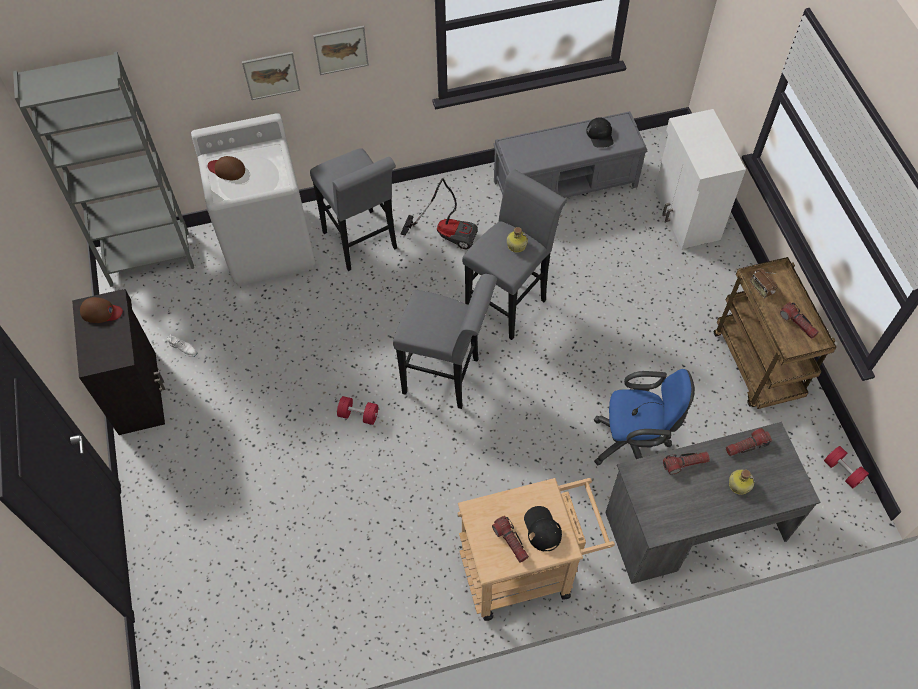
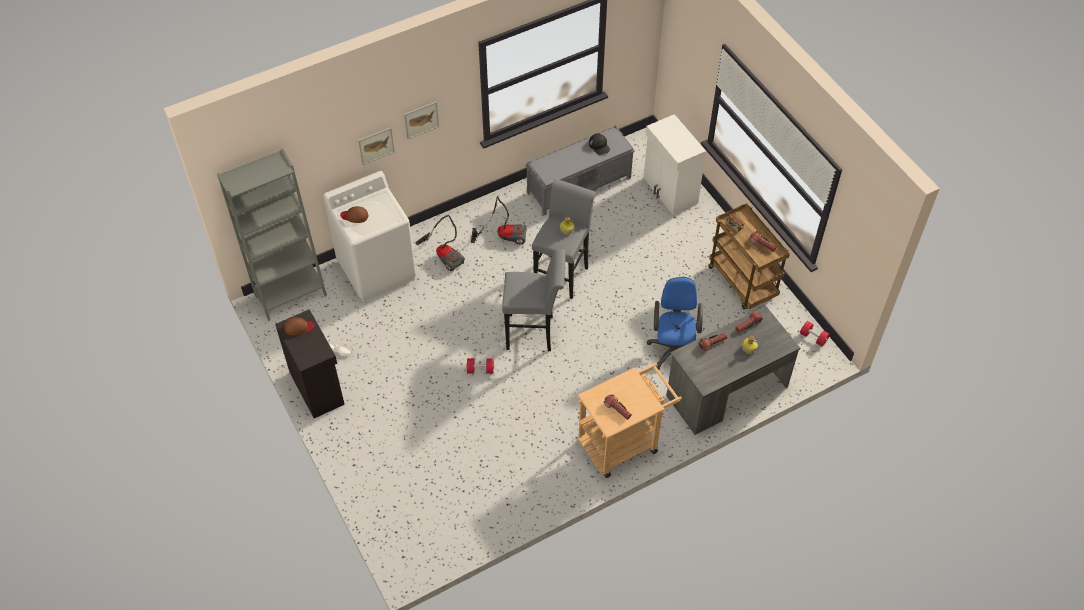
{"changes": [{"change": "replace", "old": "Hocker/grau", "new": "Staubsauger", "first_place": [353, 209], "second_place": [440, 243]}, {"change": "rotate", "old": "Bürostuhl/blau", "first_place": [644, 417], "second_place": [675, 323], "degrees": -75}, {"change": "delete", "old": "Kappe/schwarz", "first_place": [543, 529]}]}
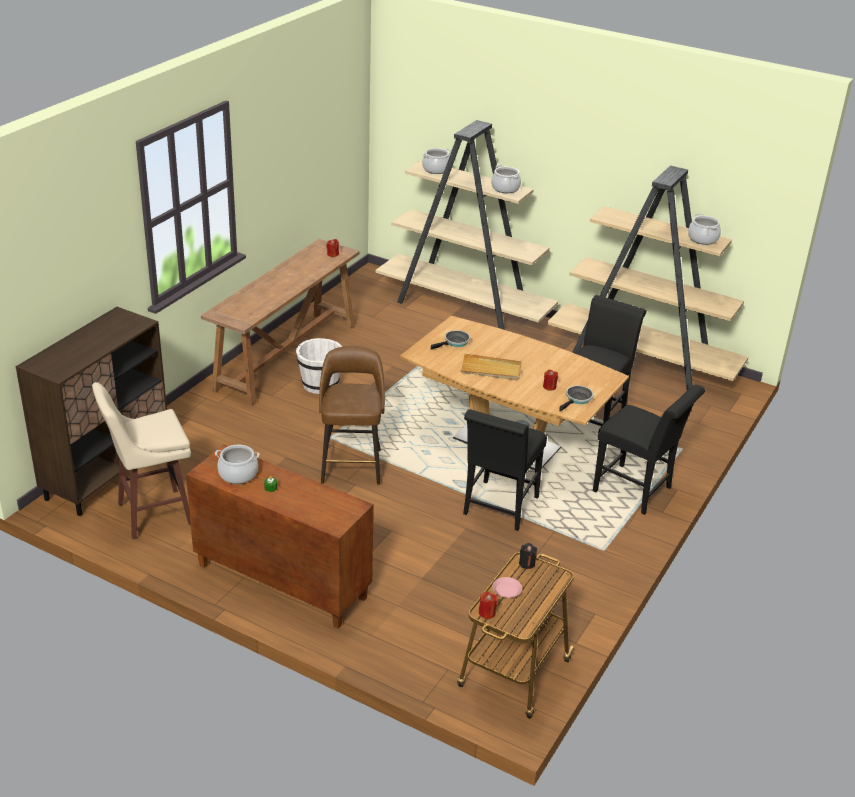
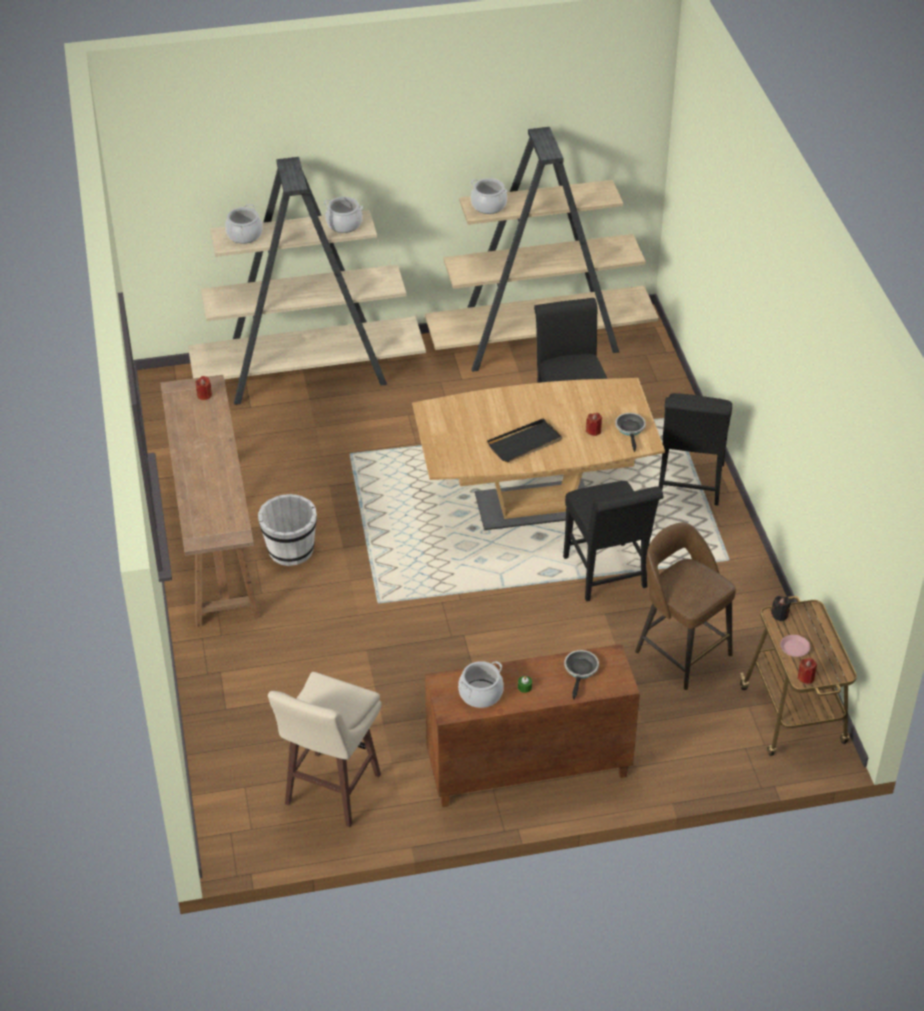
{"changes": [{"change": "move", "old": "Kochtopf", "first_place": [704, 229], "second_place": [489, 196]}, {"change": "recolor", "old": "Tablett/beige", "new": "Tablett/schwarz", "first_place": [490, 367], "second_place": [524, 441]}, {"change": "move", "old": "Pfanne", "first_place": [450, 339], "second_place": [581, 675]}, {"change": "move", "old": "Hocker/braun", "first_place": [352, 415], "second_place": [685, 606]}, {"change": "rotate", "old": "Stuhl/schwarz", "first_place": [649, 450], "second_place": [695, 449], "degrees": 105}, {"change": "delete", "old": "Schrank/braun", "first_place": [91, 411]}]}
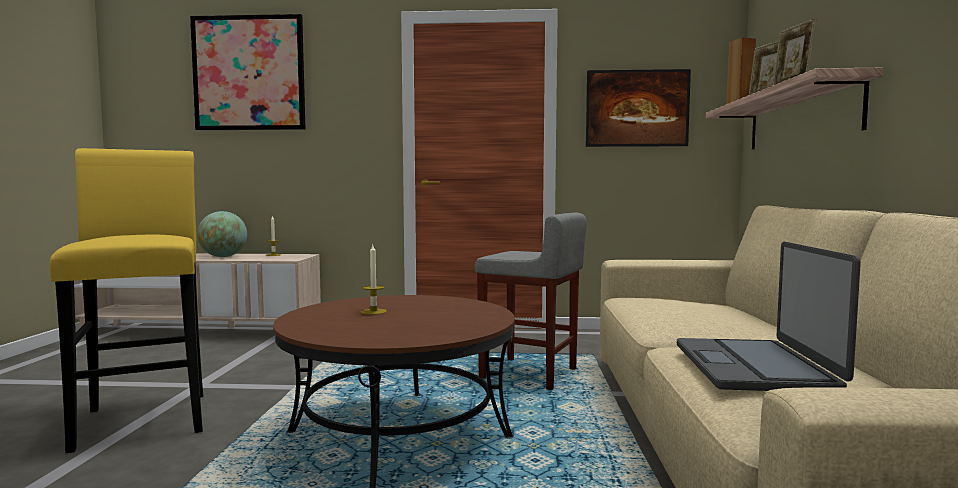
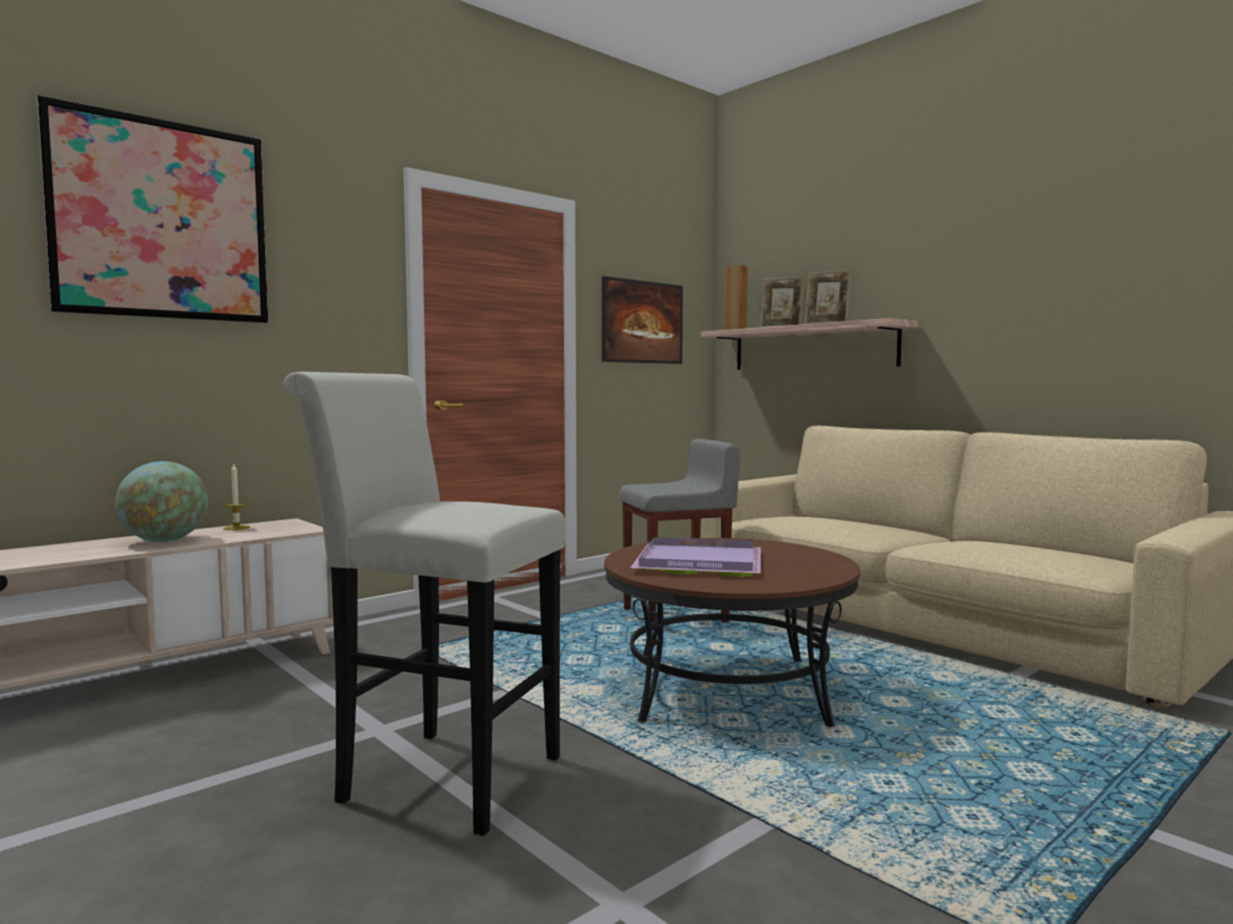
{"changes": [{"change": "recolor", "old": "Hocker/gelb", "new": "Hocker/weiß", "first_place": [126, 300], "second_place": [424, 604]}, {"change": "replace", "old": "Kerze", "new": "Tablett/lila", "first_place": [374, 280], "second_place": [695, 557]}, {"change": "delete", "old": "Laptop", "first_place": [769, 316]}]}
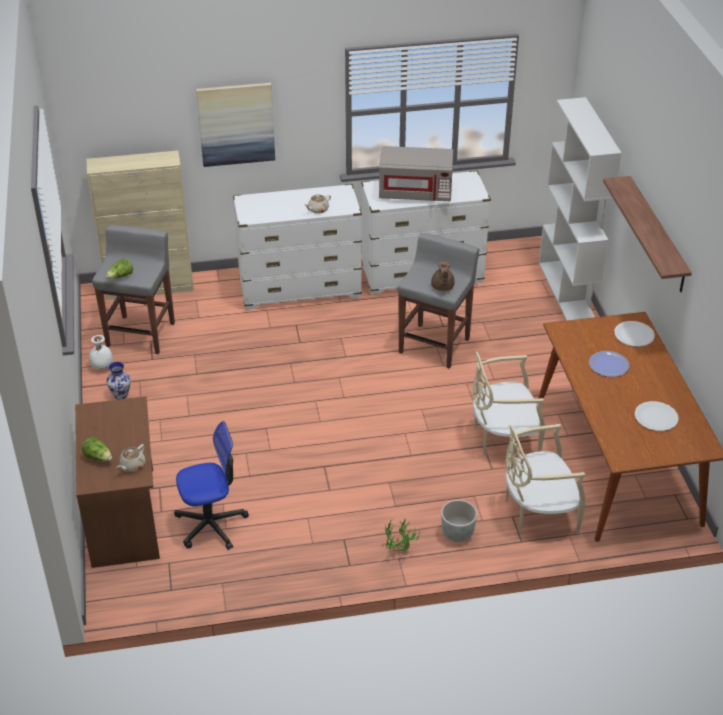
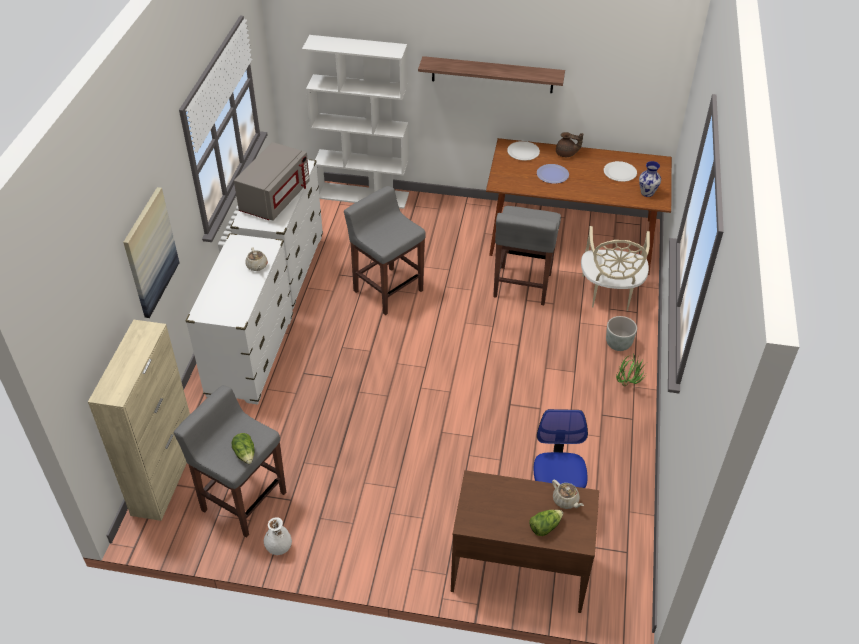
{"changes": [{"change": "replace", "old": "Stuhl/beige", "new": "Hocker/grau", "first_place": [509, 404], "second_place": [527, 255]}, {"change": "move", "old": "Teekanne/braun", "first_place": [443, 276], "second_place": [569, 144]}, {"change": "move", "old": "Vase", "first_place": [118, 381], "second_place": [650, 179]}]}
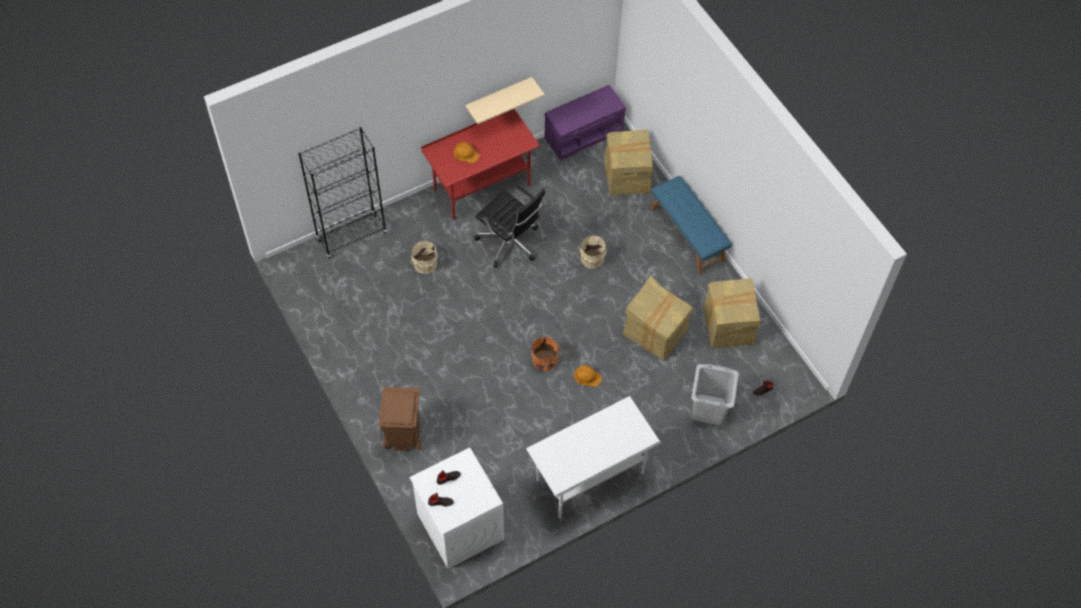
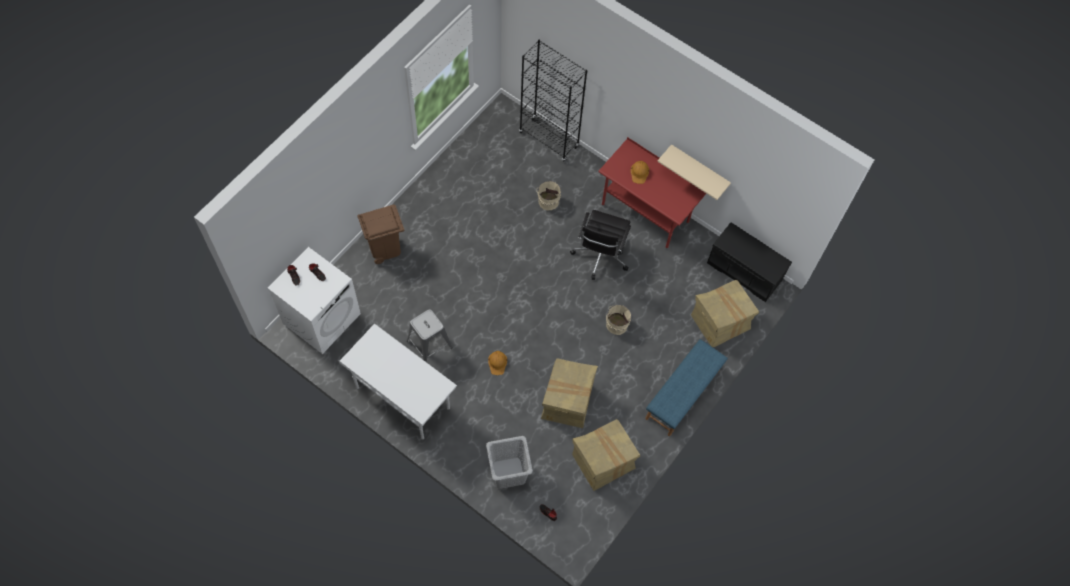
{"changes": [{"change": "insert", "new": "Hocker/grau", "second_place": [430, 335]}, {"change": "recolor", "old": "Bank/lila", "new": "Bank/schwarz", "first_place": [585, 123], "second_place": [749, 262]}, {"change": "delete", "old": "Eimer/orange", "first_place": [545, 354]}]}
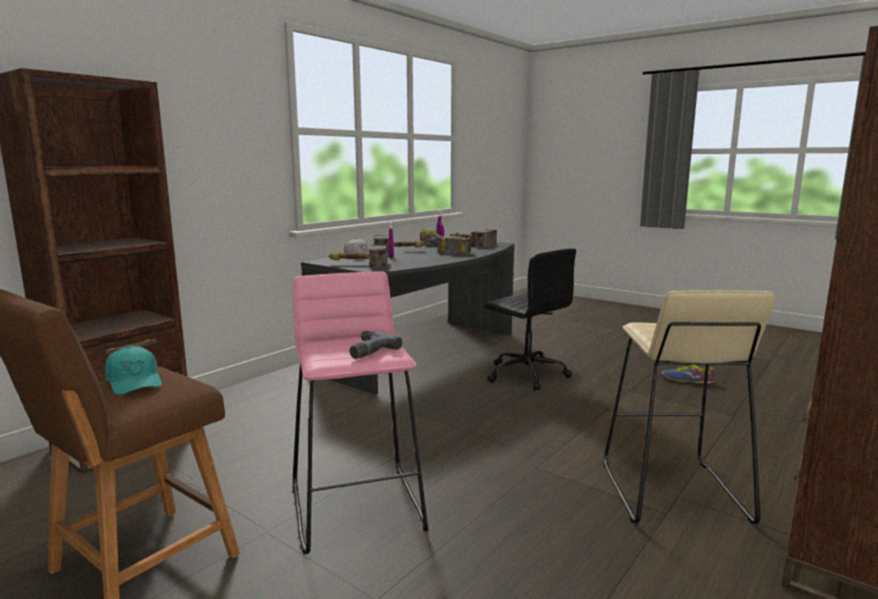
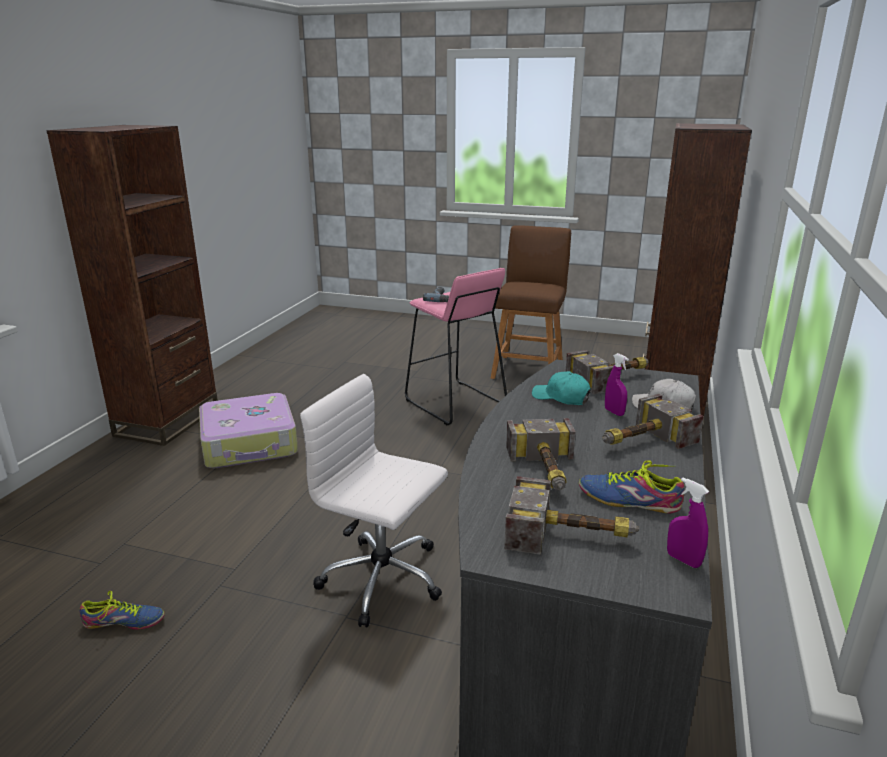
{"changes": [{"change": "replace", "old": "Hocker/beige", "new": "Koffer", "first_place": [689, 407], "second_place": [248, 430]}, {"change": "recolor", "old": "Bürostuhl/schwarz", "new": "Bürostuhl/weiß", "first_place": [530, 319], "second_place": [374, 501]}, {"change": "move", "old": "Kappe/türkis", "first_place": [133, 370], "second_place": [561, 388]}]}
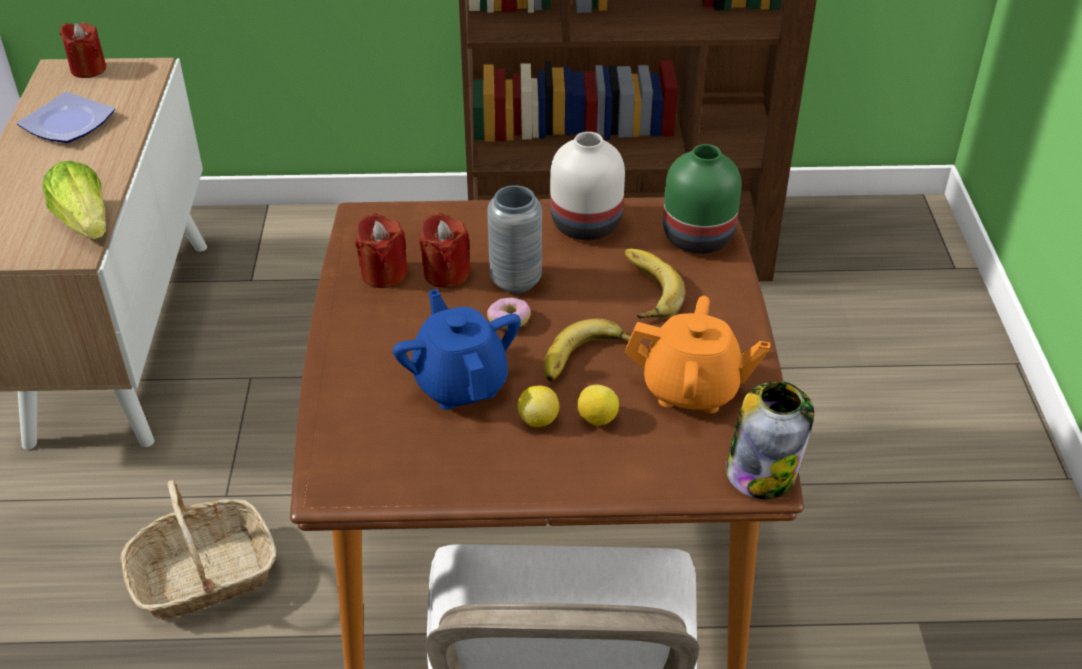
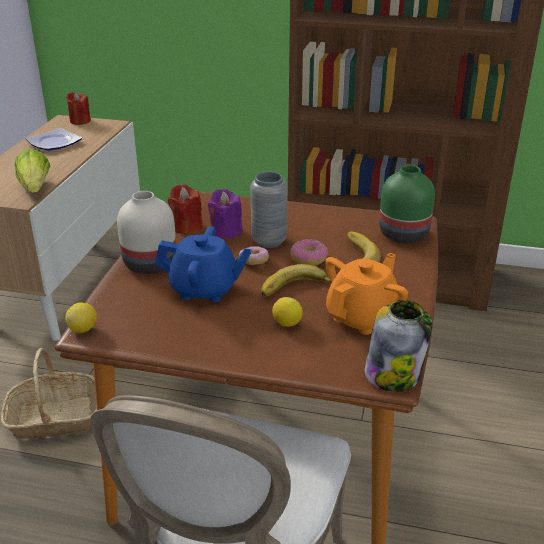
{"changes": [{"change": "move", "old": "Zitrone", "first_place": [538, 406], "second_place": [81, 318]}, {"change": "move", "old": "Vase/weiß", "first_place": [587, 186], "second_place": [146, 232]}, {"change": "rotate", "old": "Teekanne/blau", "first_place": [457, 349], "second_place": [203, 265], "degrees": 105}, {"change": "recolor", "old": "Kerze/rot", "new": "Kerze/lila", "first_place": [445, 250], "second_place": [225, 214]}, {"change": "insert", "new": "Donut", "second_place": [309, 252]}, {"change": "rotate", "old": "Teekanne/orange", "first_place": [697, 354], "second_place": [366, 294], "degrees": -75}]}
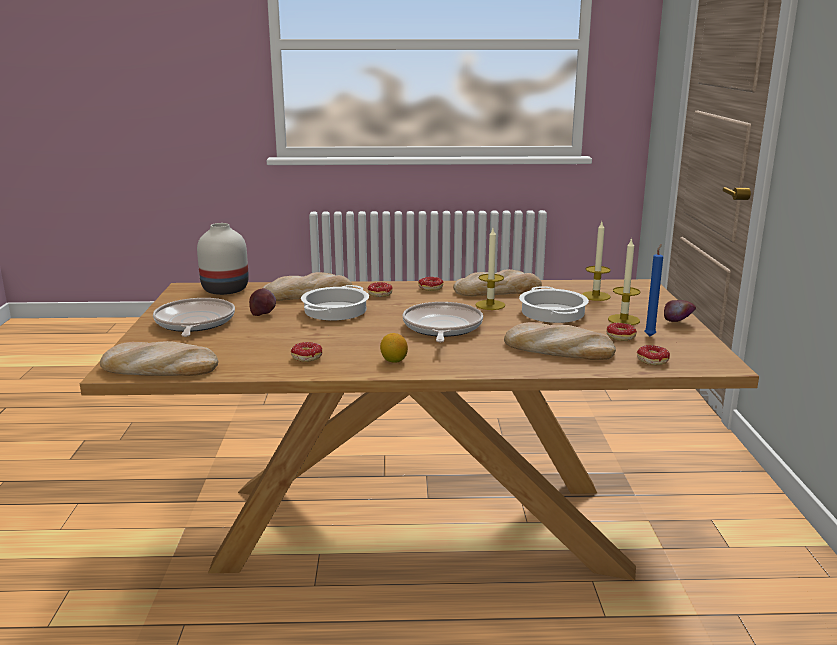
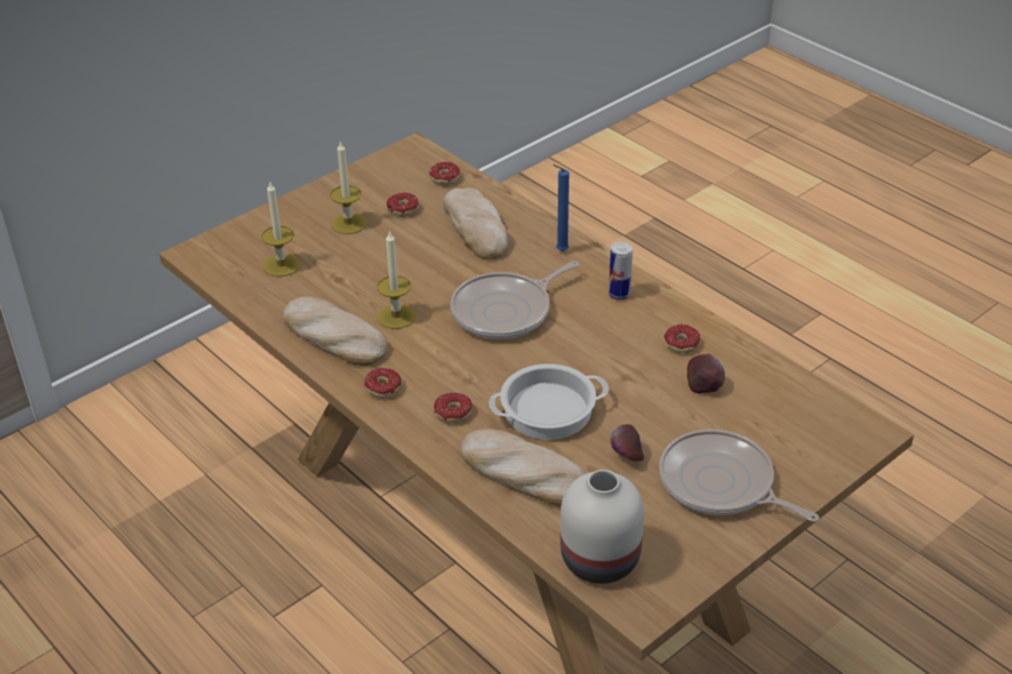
{"changes": [{"change": "move", "old": "Kerze/blau", "first_place": [653, 290], "second_place": [561, 207]}, {"change": "replace", "old": "Zitrone", "new": "Dose", "first_place": [394, 348], "second_place": [621, 271]}, {"change": "rotate", "old": "Pfanne", "first_place": [194, 317], "second_place": [739, 475], "degrees": 90}, {"change": "move", "old": "Apfel", "first_place": [680, 311], "second_place": [706, 374]}, {"change": "delete", "old": "Brot", "first_place": [159, 358]}, {"change": "delete", "old": "Kochtopf", "first_place": [554, 304]}]}
